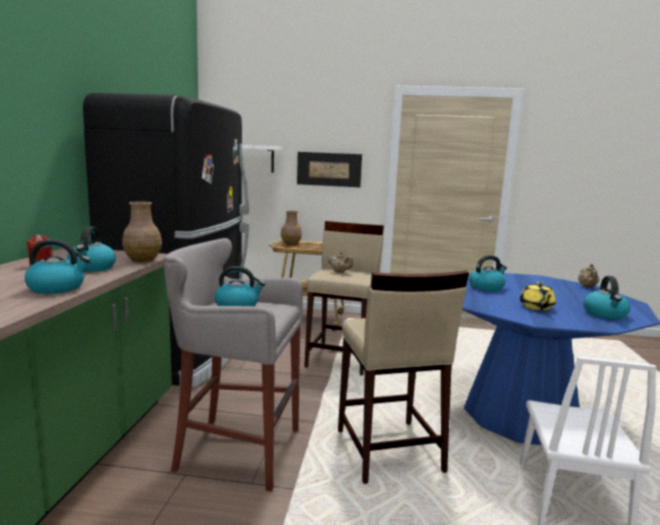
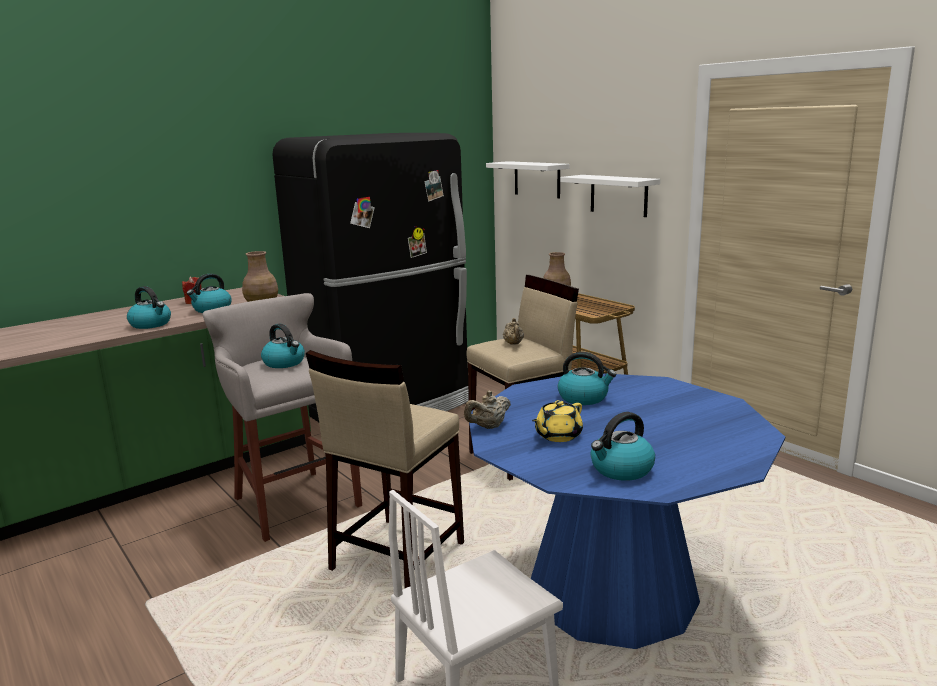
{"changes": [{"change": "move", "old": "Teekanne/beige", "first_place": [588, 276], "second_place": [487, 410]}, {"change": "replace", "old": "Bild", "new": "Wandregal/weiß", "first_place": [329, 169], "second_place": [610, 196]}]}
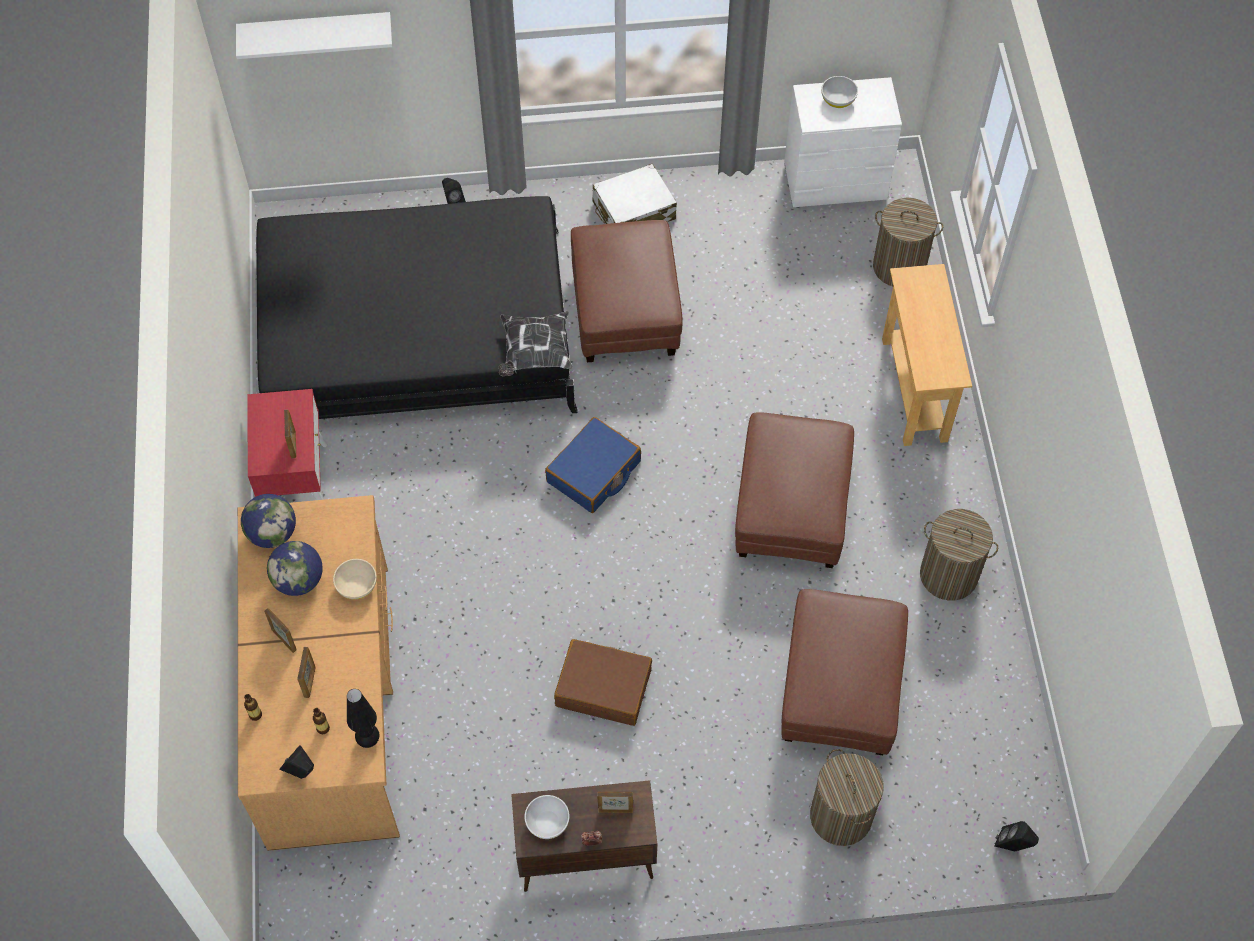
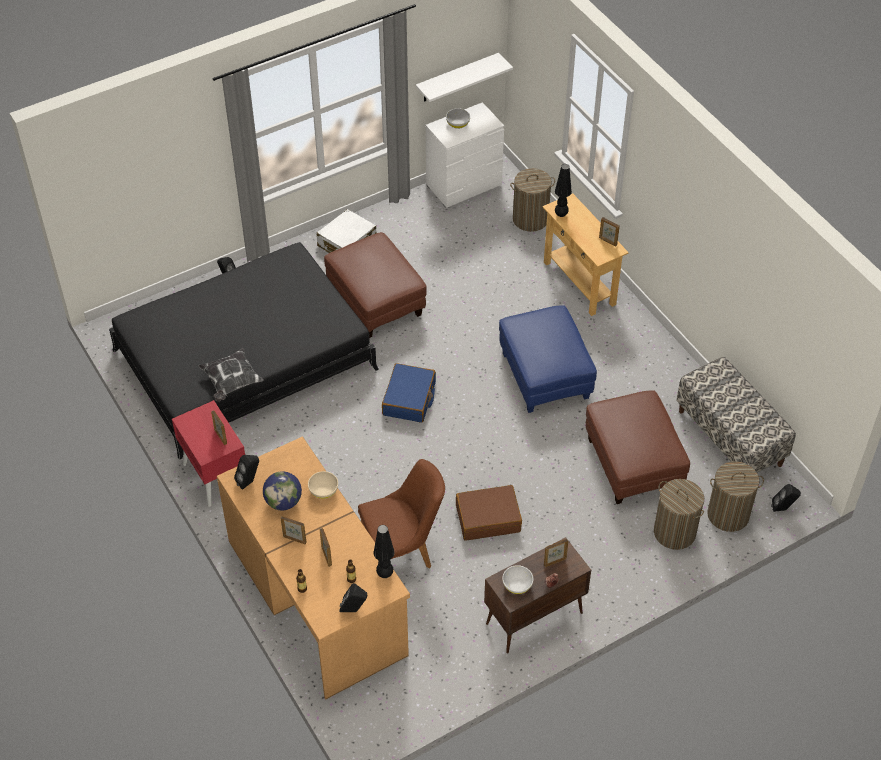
{"changes": [{"change": "move", "old": "Kissen", "first_place": [536, 343], "second_place": [231, 374]}, {"change": "replace", "old": "Globus", "new": "Lautsprecher/schwarz", "first_place": [268, 521], "second_place": [246, 472]}, {"change": "insert", "new": "Stuhl/braun", "second_place": [401, 513]}, {"change": "move", "old": "Wandregal/weiß", "first_place": [314, 35], "second_place": [464, 77]}, {"change": "recolor", "old": "Polsterhocker/braun", "new": "Polsterhocker/blau", "first_place": [794, 490], "second_place": [548, 359]}, {"change": "insert", "new": "Tischlampe/schwarz", "second_place": [563, 190]}, {"change": "insert", "new": "Bilderrahmen", "second_place": [609, 232]}, {"change": "insert", "new": "Bank", "second_place": [736, 415]}, {"change": "move", "old": "Wäschekorb", "first_place": [959, 555], "second_place": [735, 496]}]}
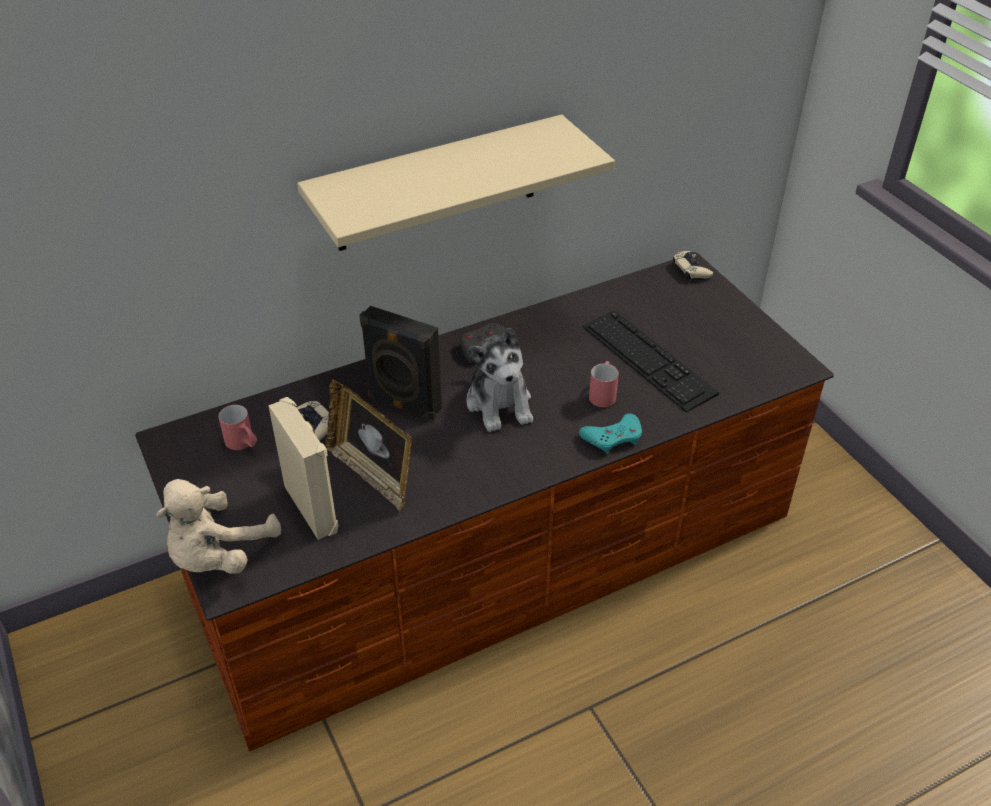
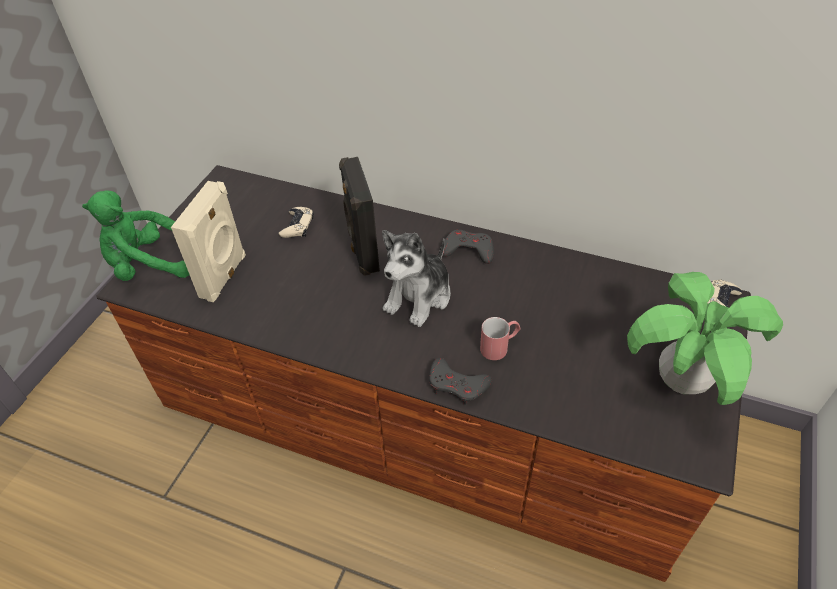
{"changes": [{"change": "recolor", "old": "Plüschtier/beige", "new": "Plüschtier/grün", "first_place": [218, 526], "second_place": [135, 235]}, {"change": "recolor", "old": "Gamepad/türkis", "new": "Gamepad/grau", "first_place": [610, 433], "second_place": [460, 381]}, {"change": "insert", "new": "Topfpflanze", "second_place": [705, 338]}, {"change": "delete", "old": "Henkelbecher/rot", "first_place": [237, 427]}, {"change": "delete", "old": "Wandregal/beige", "first_place": [456, 182]}, {"change": "delete", "old": "Bilderrahmen", "first_place": [369, 446]}, {"change": "delete", "old": "Tastatur", "first_place": [651, 361]}]}
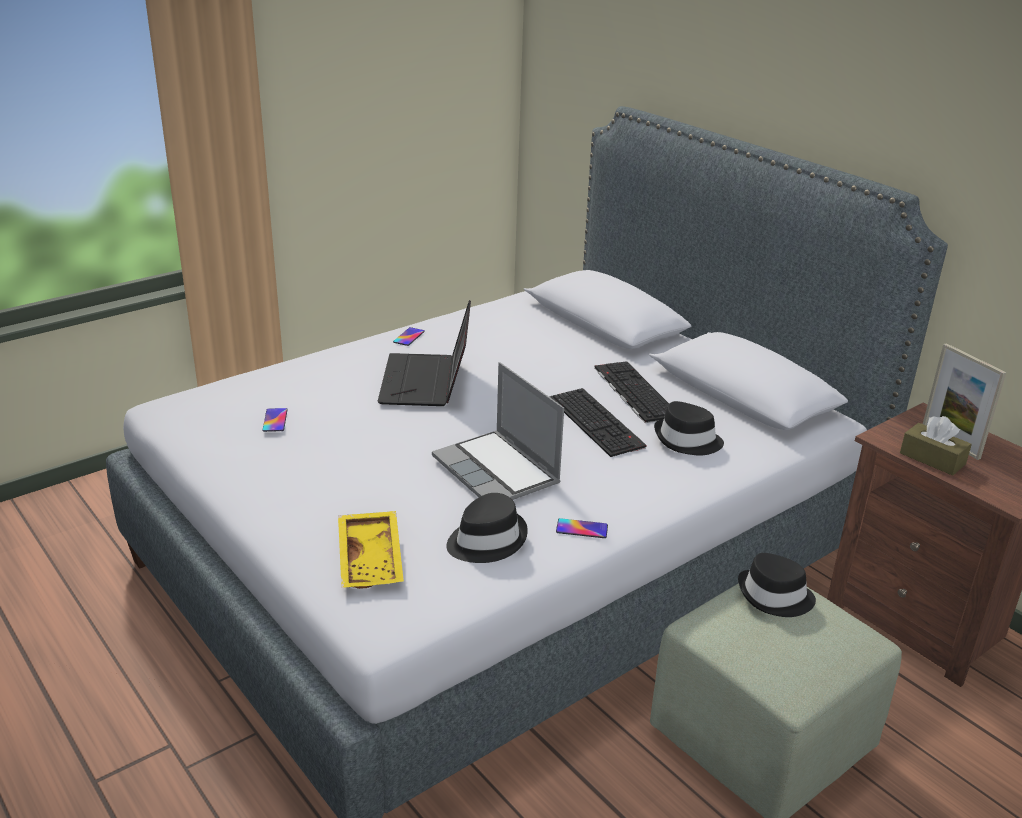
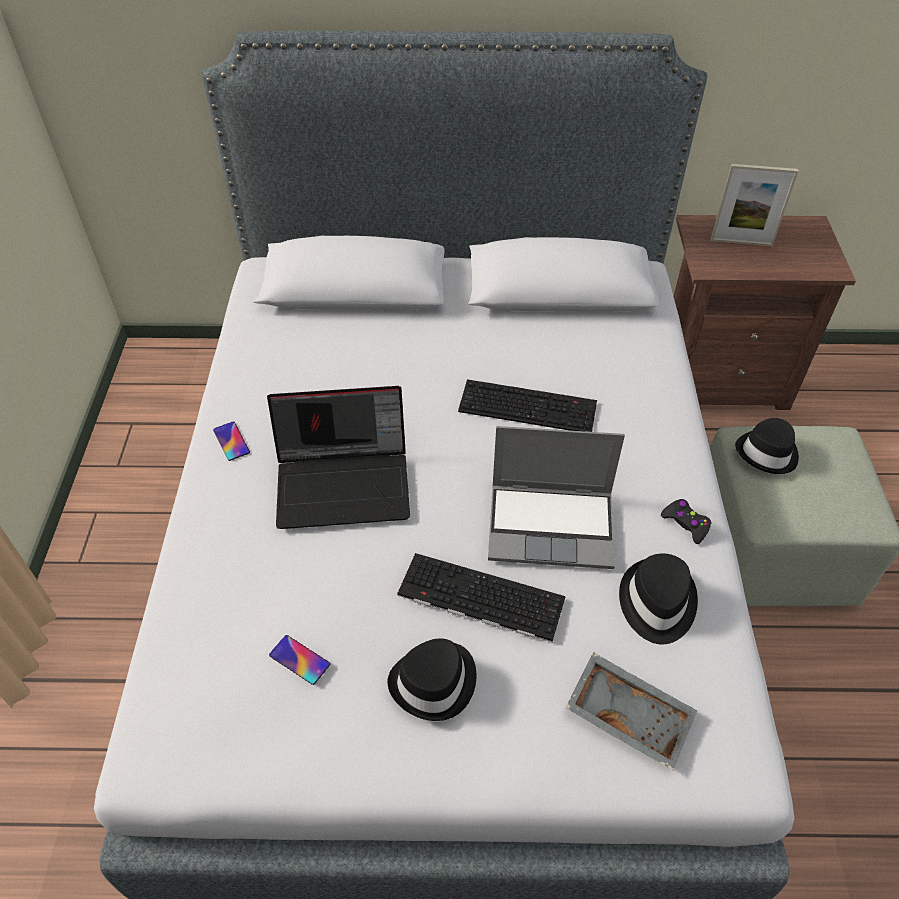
{"changes": [{"change": "rotate", "old": "Laptop", "first_place": [424, 353], "second_place": [338, 457], "degrees": -45}, {"change": "move", "old": "Hut/schwarz", "first_place": [689, 428], "second_place": [432, 680]}, {"change": "move", "old": "Tastatur", "first_place": [631, 392], "second_place": [482, 597]}, {"change": "recolor", "old": "Tablett/gelb", "new": "Tablett/grau", "first_place": [371, 550], "second_place": [631, 711]}, {"change": "replace", "old": "Handy", "new": "Gamepad/schwarz", "first_place": [582, 528], "second_place": [686, 521]}, {"change": "delete", "old": "Taschentuchbox/braun", "first_place": [936, 446]}]}
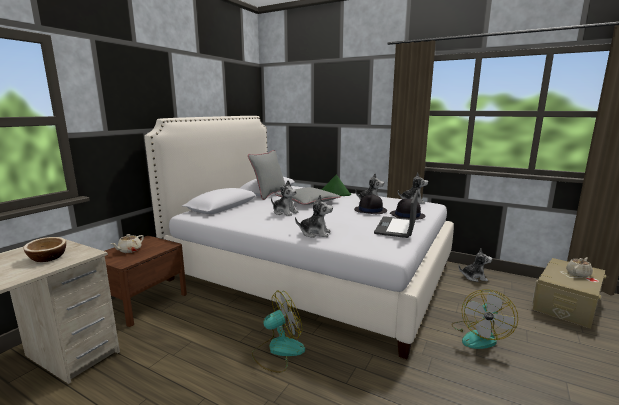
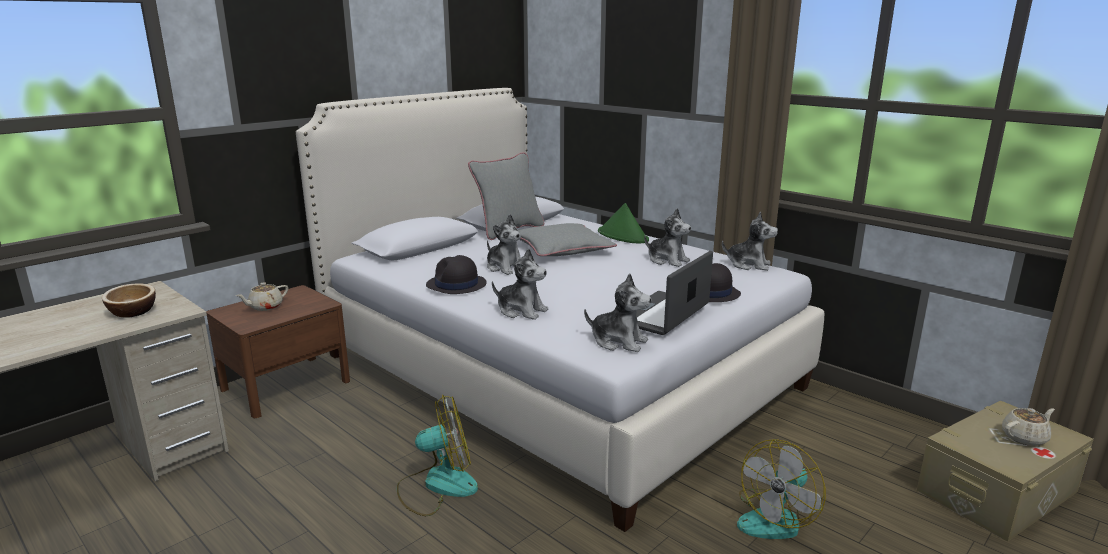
{"changes": [{"change": "move", "old": "Hut/schwarz", "first_place": [370, 204], "second_place": [456, 274]}, {"change": "move", "old": "Plüschtier", "first_place": [475, 265], "second_place": [617, 312]}]}
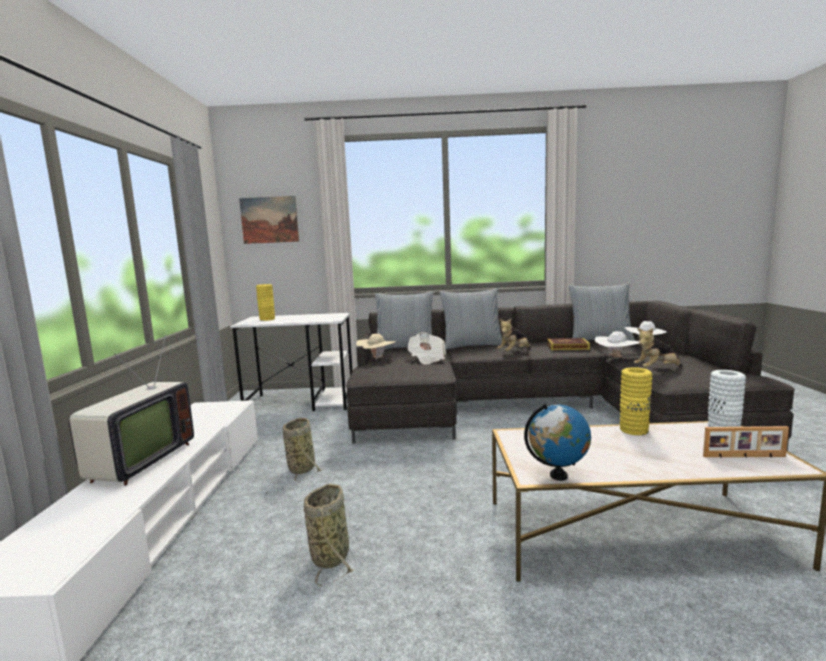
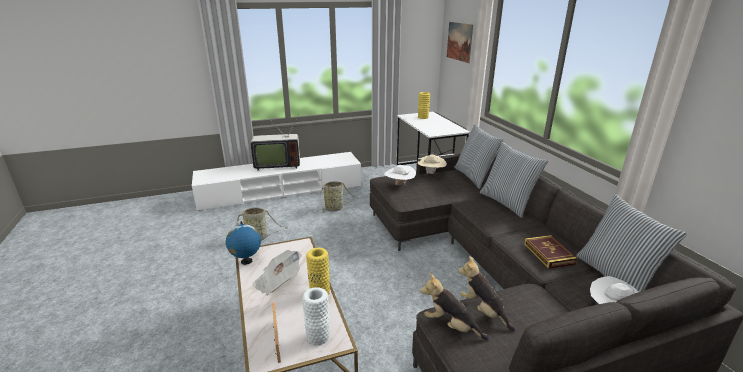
{"changes": [{"change": "move", "old": "Zeitung", "first_place": [426, 348], "second_place": [277, 273]}, {"change": "move", "old": "Hut/weiß", "first_place": [617, 344], "second_place": [400, 175]}, {"change": "move", "old": "Plüschtier", "first_place": [513, 334], "second_place": [454, 306]}]}
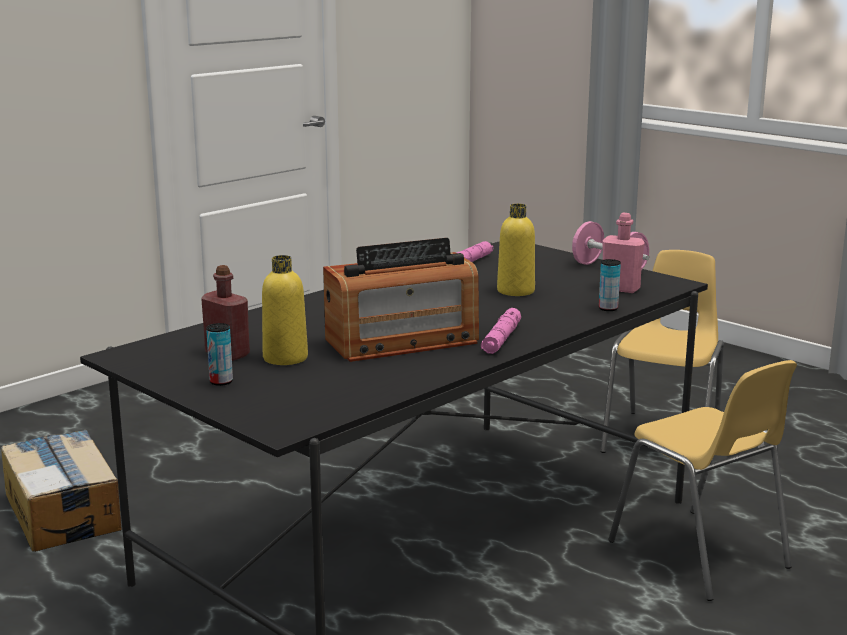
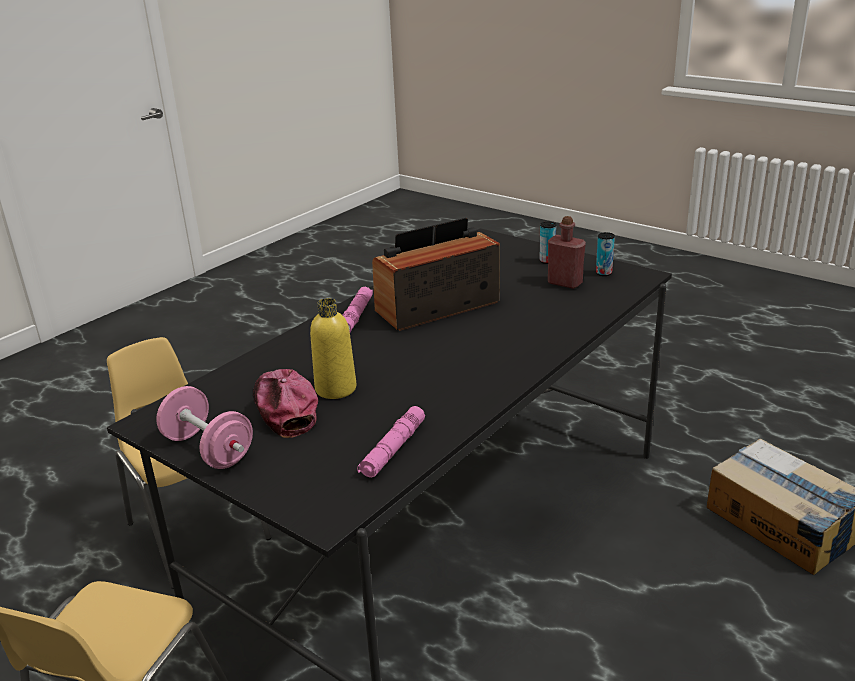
{"changes": [{"change": "insert", "new": "Kappe", "second_place": [285, 403]}, {"change": "move", "old": "Dose", "first_place": [610, 285], "second_place": [605, 254]}, {"change": "delete", "old": "Flasche/gelb", "first_place": [285, 310]}, {"change": "delete", "old": "Flasche/rosa", "first_place": [623, 253]}]}
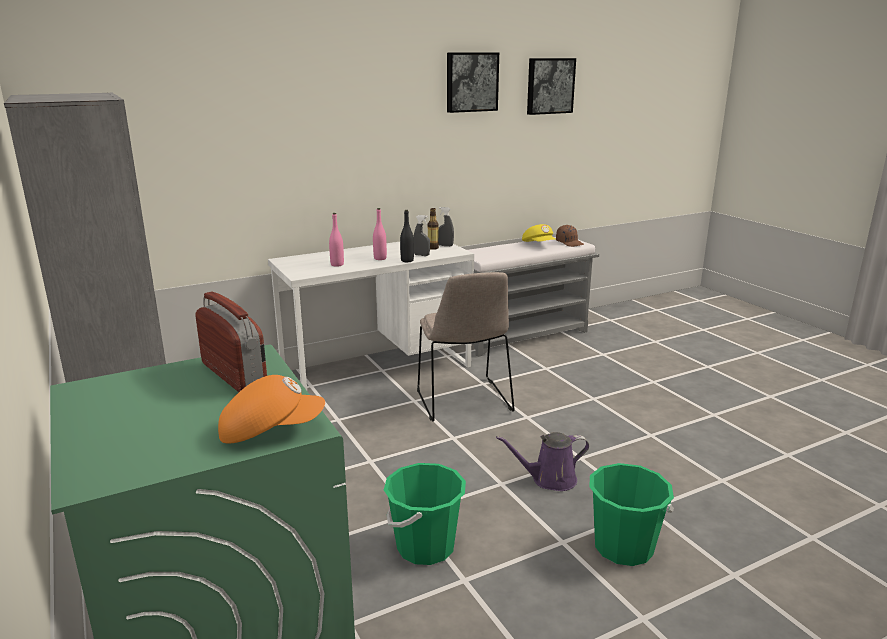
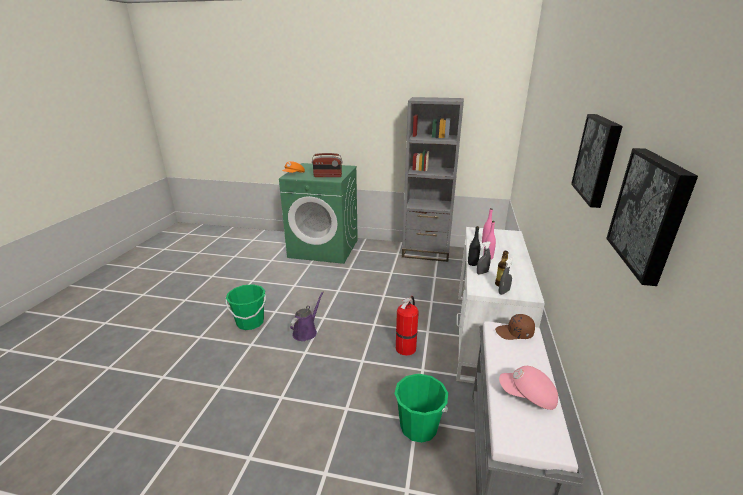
{"changes": [{"change": "move", "old": "Eimer/grün", "first_place": [425, 514], "second_place": [421, 408]}, {"change": "replace", "old": "Stuhl/beige", "new": "Feuerlöscher", "first_place": [465, 347], "second_place": [407, 326]}, {"change": "move", "old": "Kappe/braun", "first_place": [570, 236], "second_place": [515, 327]}, {"change": "recolor", "old": "Kappe/gelb", "new": "Kappe/rosa", "first_place": [538, 233], "second_place": [528, 388]}]}
